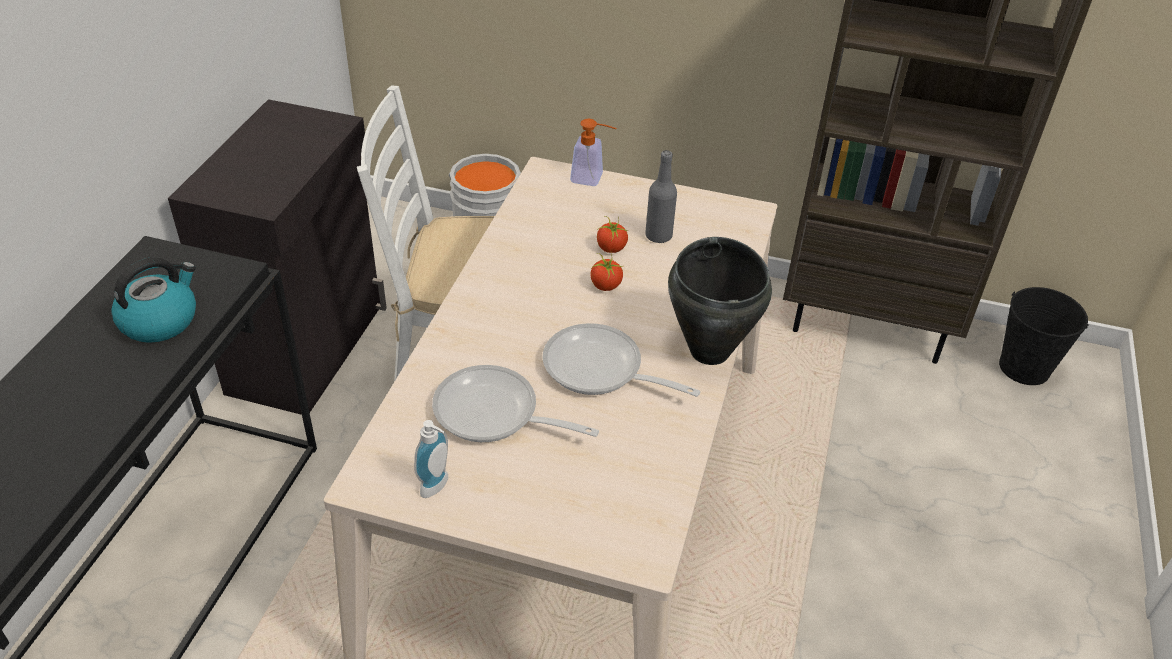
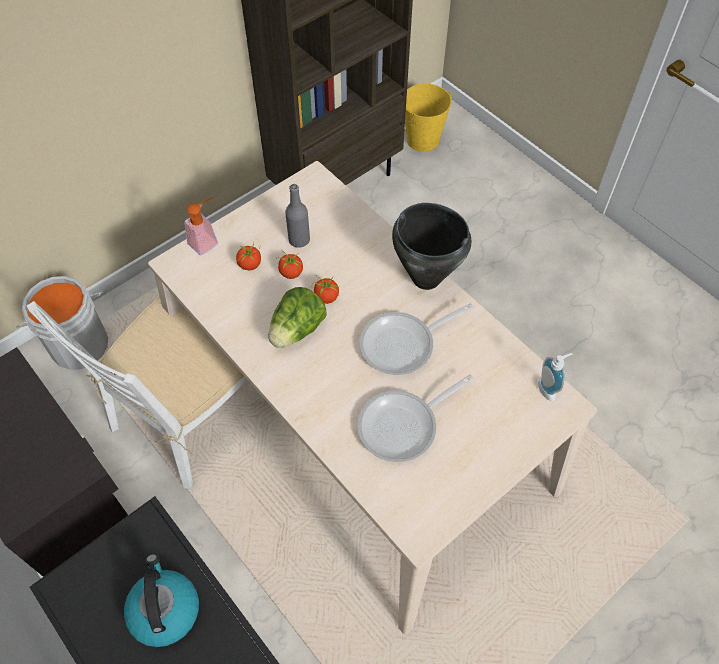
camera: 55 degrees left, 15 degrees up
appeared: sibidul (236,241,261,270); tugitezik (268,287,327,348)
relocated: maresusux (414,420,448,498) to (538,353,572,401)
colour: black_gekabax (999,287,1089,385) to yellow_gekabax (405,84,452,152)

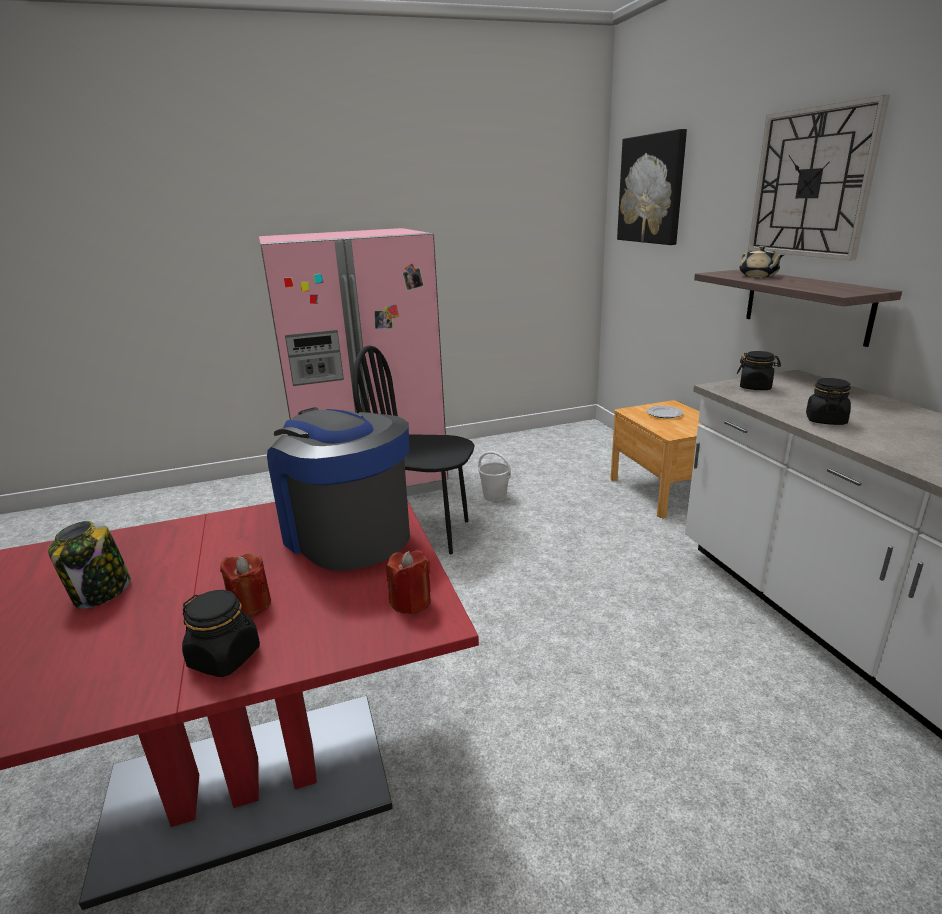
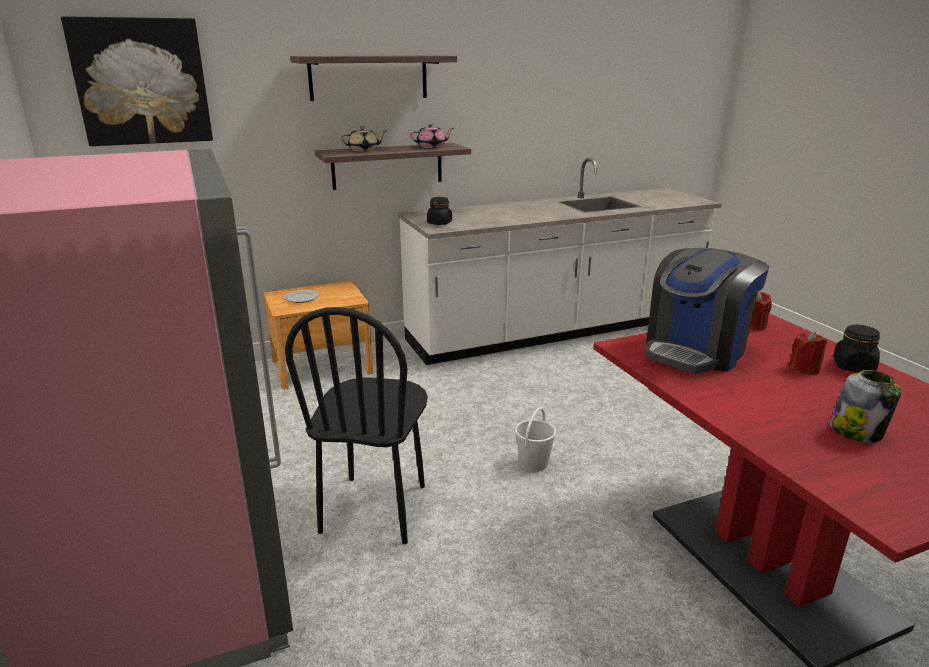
camera: 95 degrees left, 0 degrees up
missing: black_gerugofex (806,378,851,425)
appeared: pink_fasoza (410,124,453,148)
relocated: white_gekabax (478,451,511,502) to (515,407,556,472)
exchanged: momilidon (748,95,890,261) to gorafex (290,55,457,101)

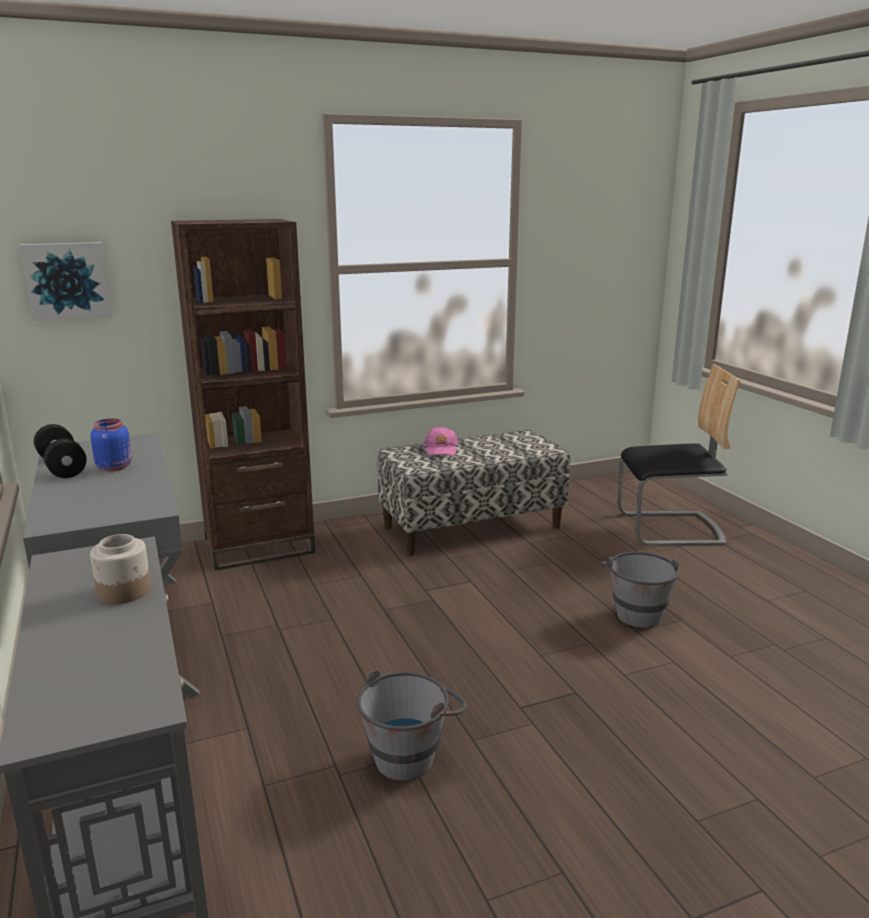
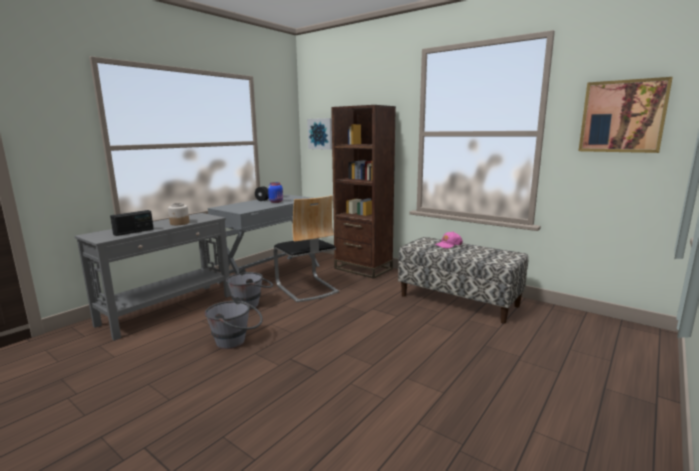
camera: 60 degrees right, 5 degrees down
appeared: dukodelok (110,210,154,236); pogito (579,77,673,153)
relocated: grey_gekabax (600,552,679,628) to (226,269,273,310); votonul (618,364,740,546) to (274,195,339,302)

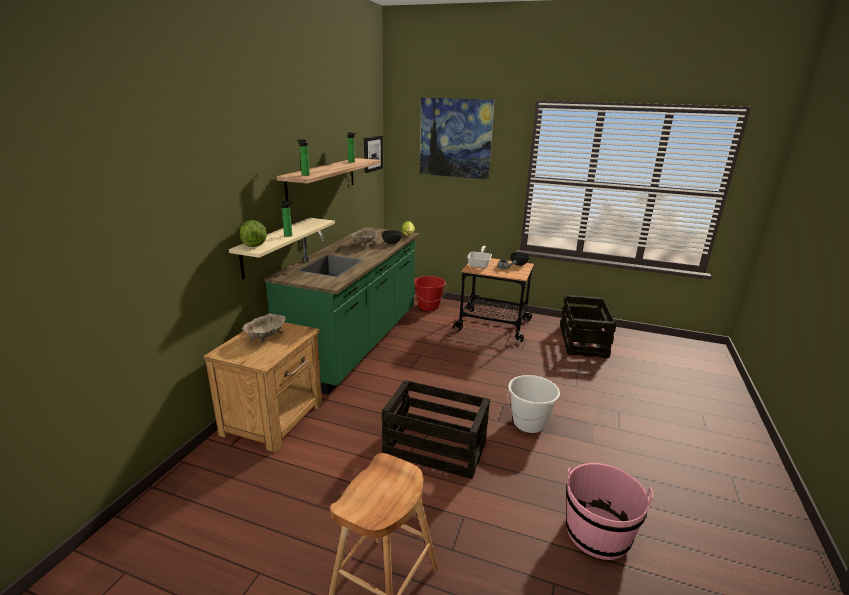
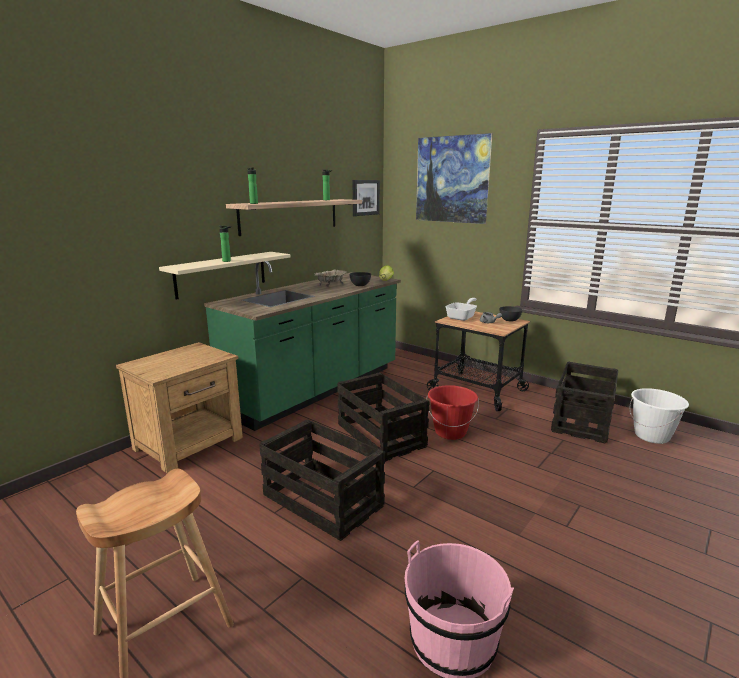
camera: 20 degrees right, 5 degrees down
missing: tugitezik (240,220,267,247); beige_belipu (242,314,286,343)
appeared: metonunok (337,372,430,462)
relocated: red_gekabax (414,276,446,311) to (428,385,479,440); white_gekabax (507,375,560,433) to (629,388,689,444)

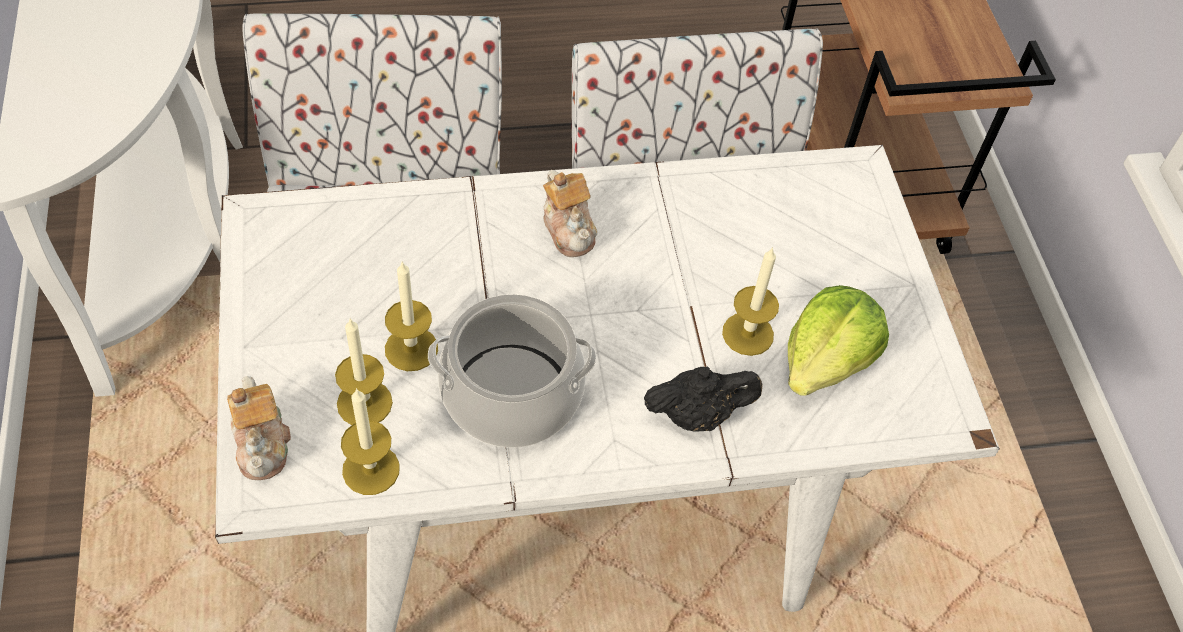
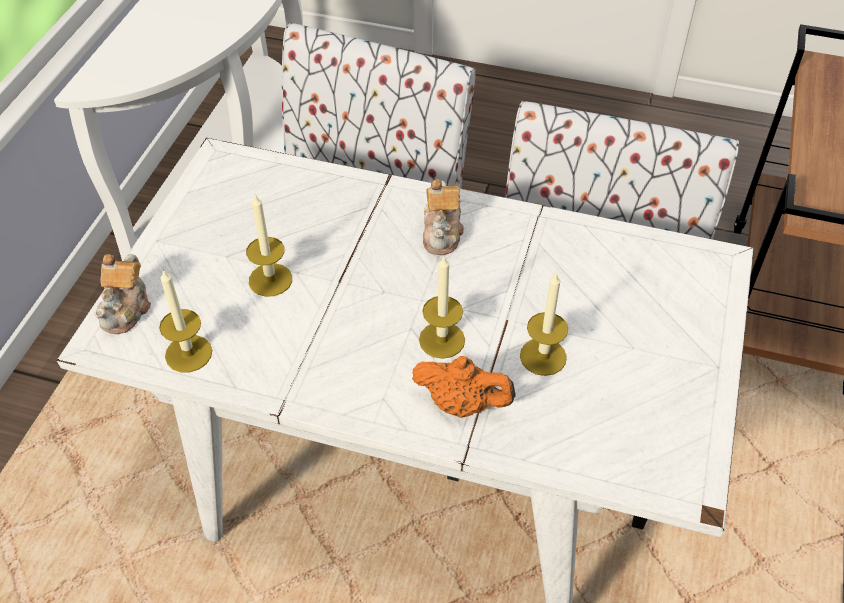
camera: 30 degrees right, 5 degrees down
missing: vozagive (428,294,596,448); tugitezik (788,285,889,395)
relocated: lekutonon (335,318,393,425) to (419,255,465,359)
colour: black_fasoza (644,367,763,432) to orange_fasoza (412,356,516,418)

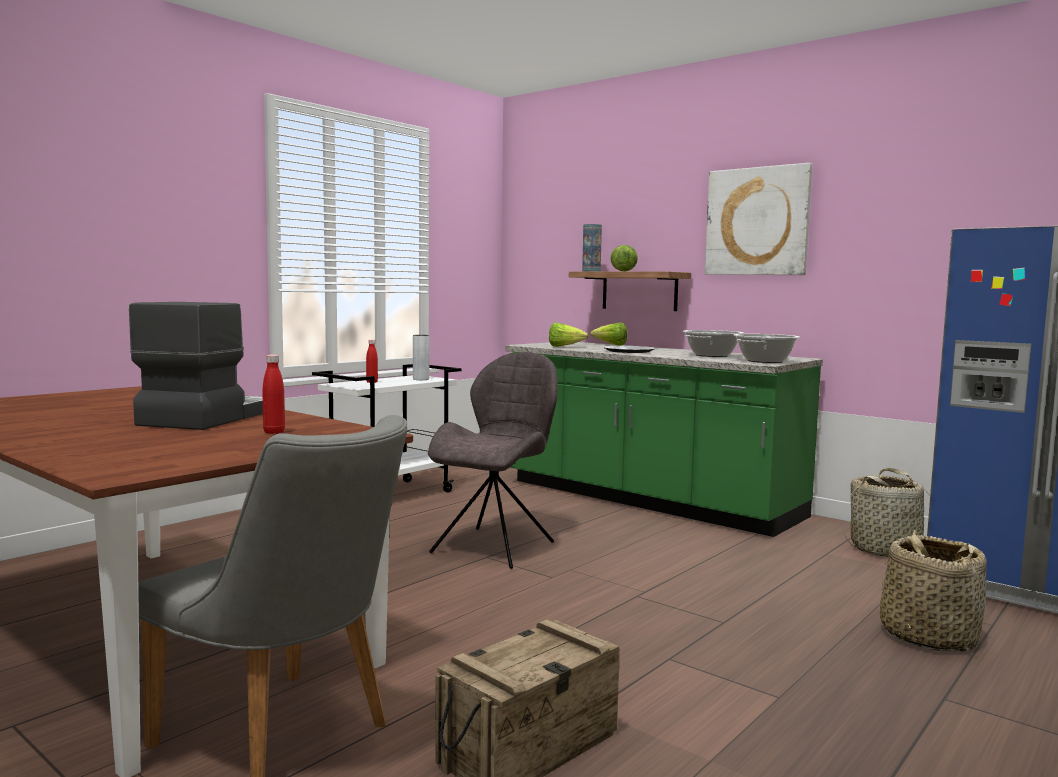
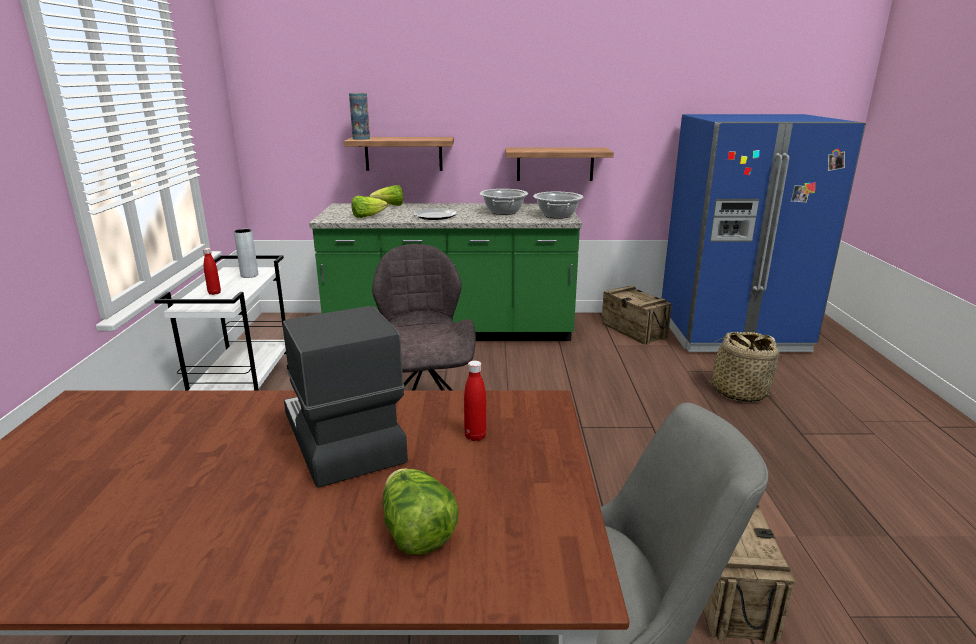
camera: 40 degrees left, 15 degrees up
missing: pogito (705,163,812,275)
appeared: gorafex (505,148,614,181)
relocated: tugitezik (611,245,638,271) to (383,468,459,555)
exchanged: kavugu (844,468,929,557) to metonunok (601,286,672,344)

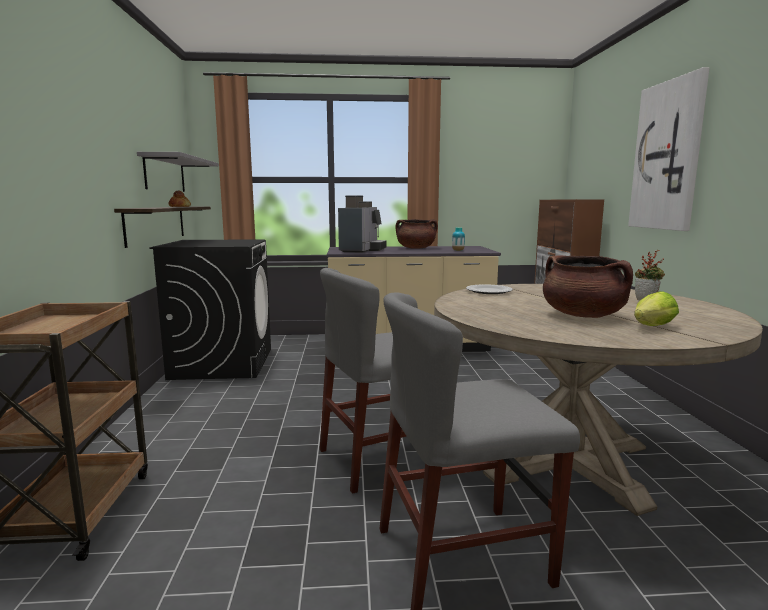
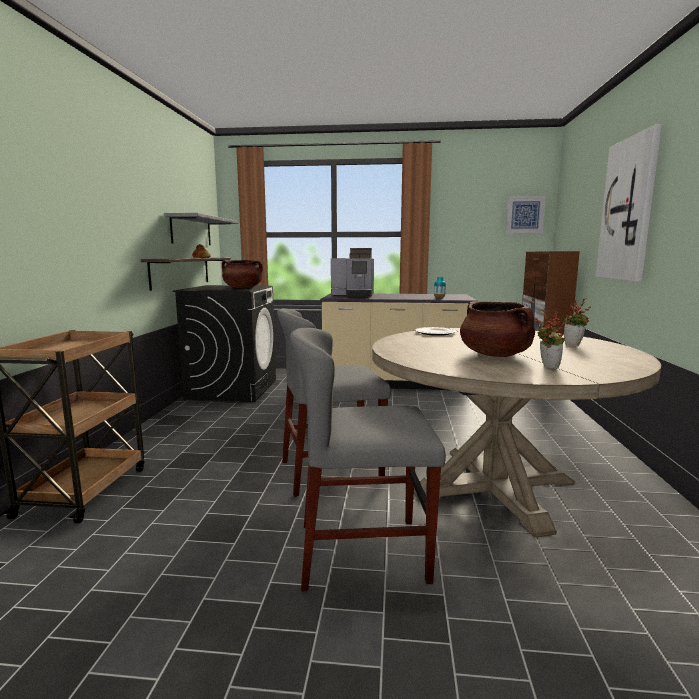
camera: 10 degrees right, 0 degrees up
appeared: pogito (505,196,546,234)
relocated: brown_vozagive (396,219,438,249) to (222,260,263,288)
exchanged: tugitezik (634,291,679,326) to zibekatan (536,310,565,369)
spun: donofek (338,195,387,253) = (331,248,374,298) 75 degrees clockwise

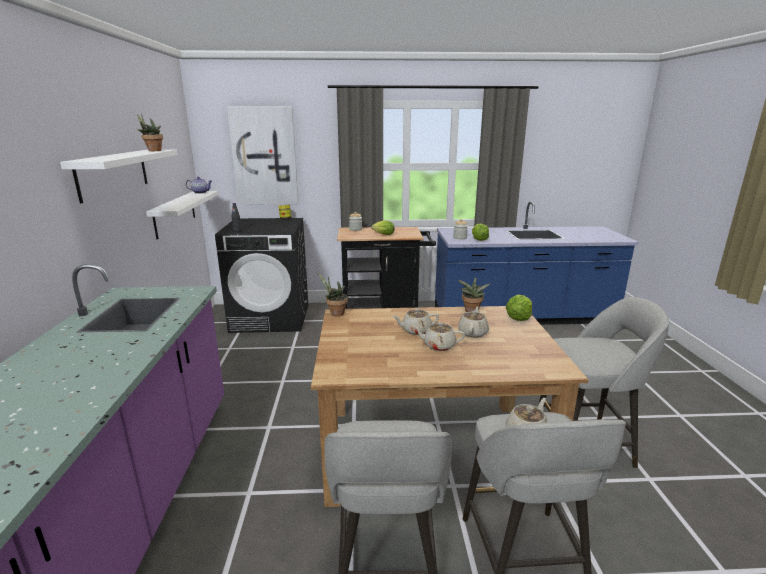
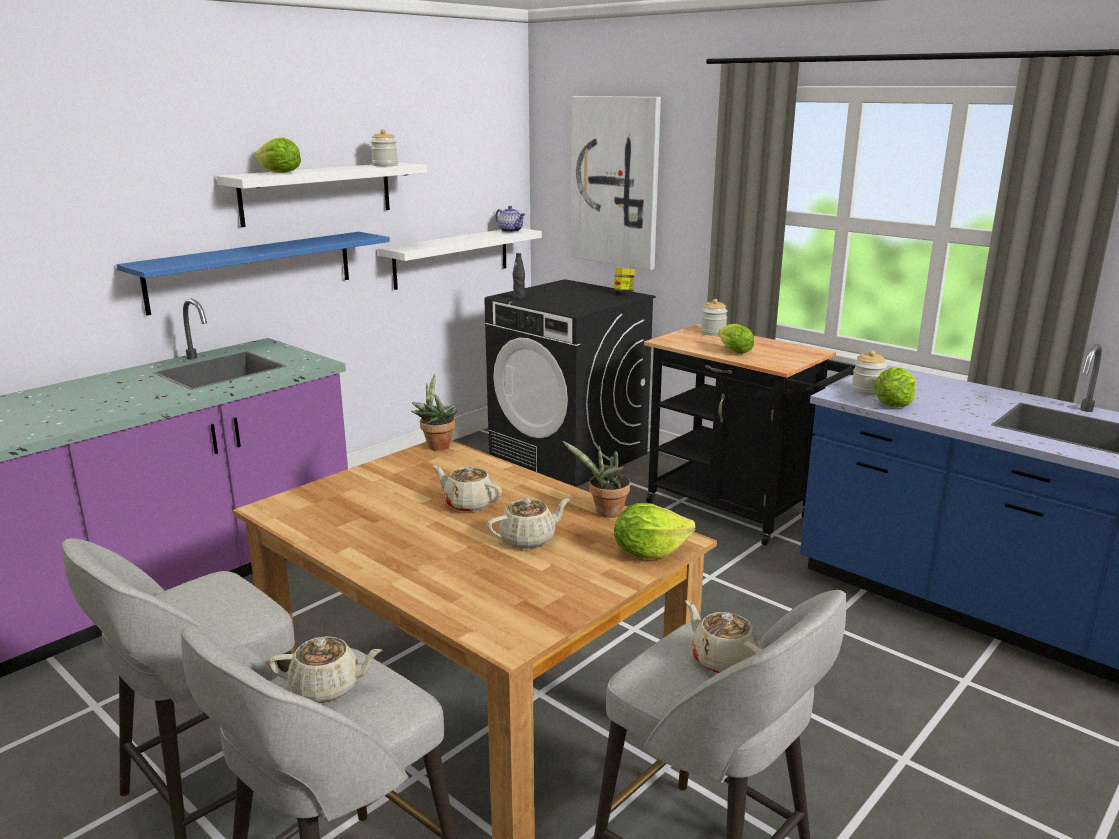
camera: 45 degrees right, 0 degrees up
appeared: blue_gorafex (117,232,390,315); tugitezik (254,138,301,173)
relocated: beige_fasoza (413,322,465,351) to (685,600,761,673)
exchanged: zibekatan (137,114,163,151) to gerugofex (371,129,398,166)

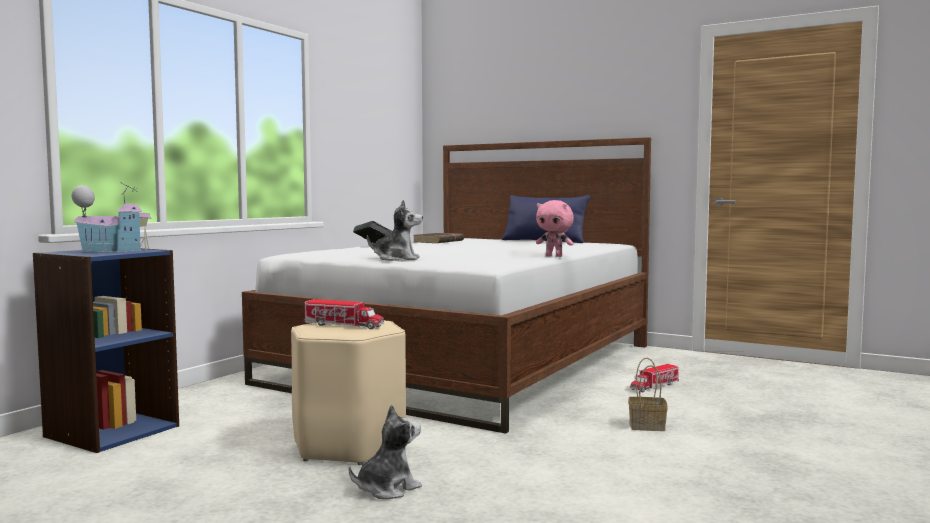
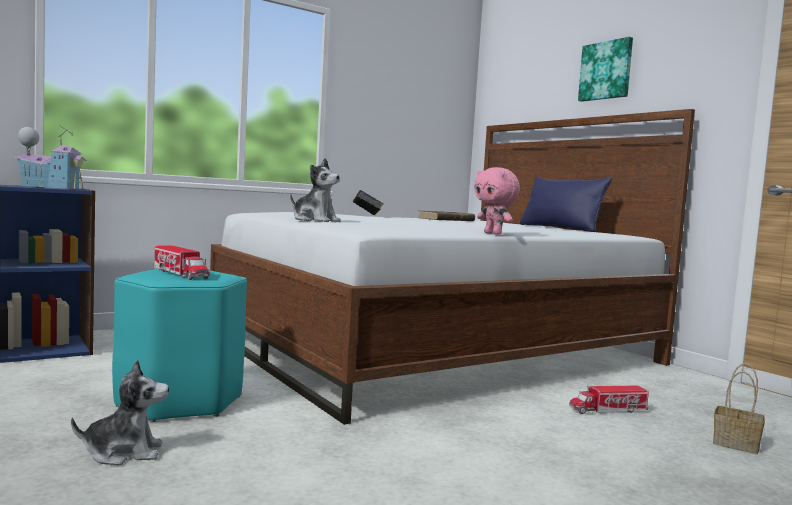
camera: 25 degrees right, 0 degrees up
appeared: pogito (578,37,633,102)
relocated: kavugu (629,358,668,431) to (713,363,765,454)
colour: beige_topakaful (291,320,406,465) to turquoise_topakaful (112,269,247,422)

